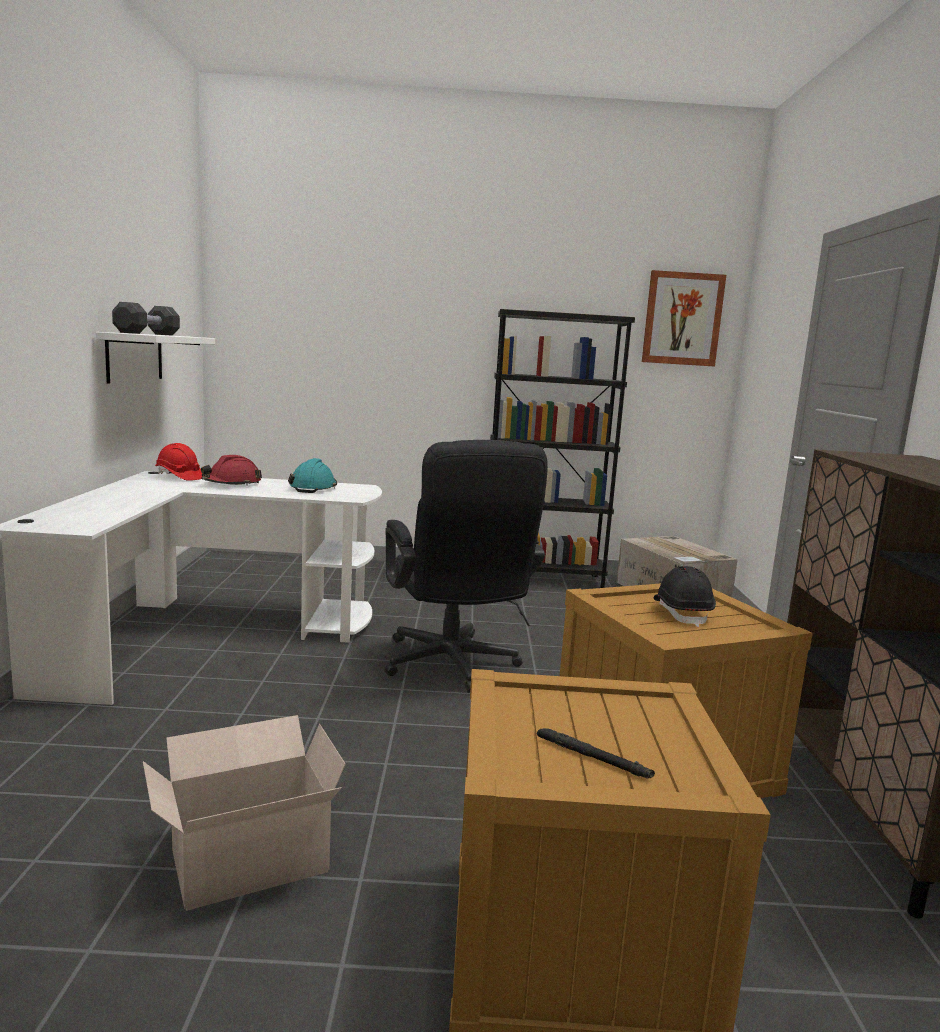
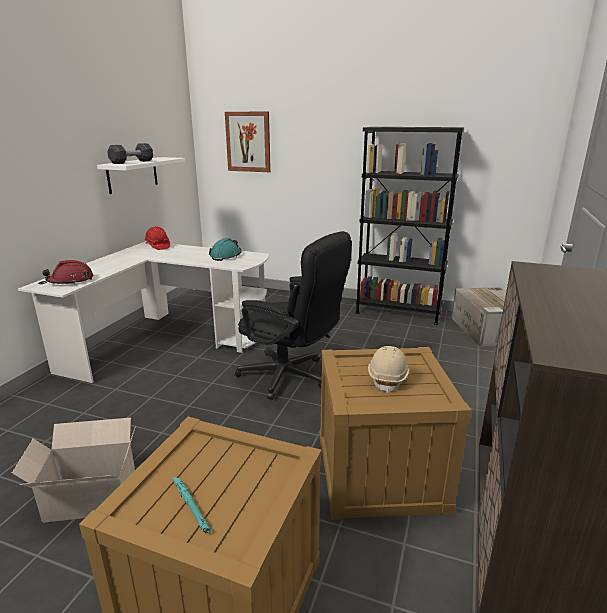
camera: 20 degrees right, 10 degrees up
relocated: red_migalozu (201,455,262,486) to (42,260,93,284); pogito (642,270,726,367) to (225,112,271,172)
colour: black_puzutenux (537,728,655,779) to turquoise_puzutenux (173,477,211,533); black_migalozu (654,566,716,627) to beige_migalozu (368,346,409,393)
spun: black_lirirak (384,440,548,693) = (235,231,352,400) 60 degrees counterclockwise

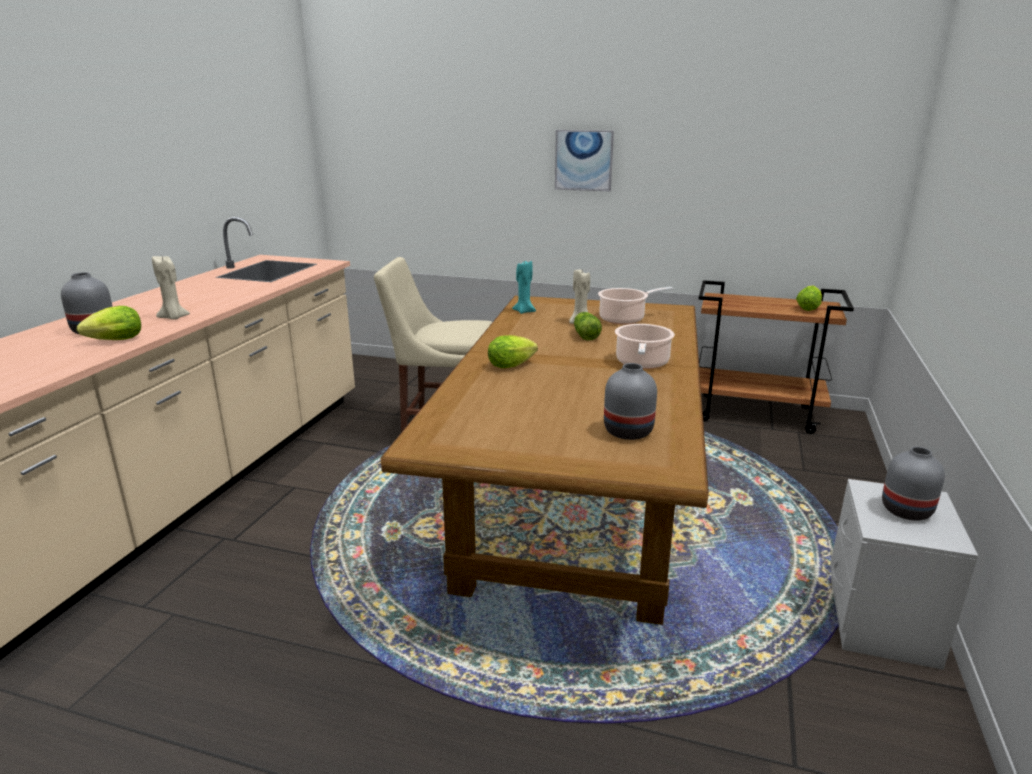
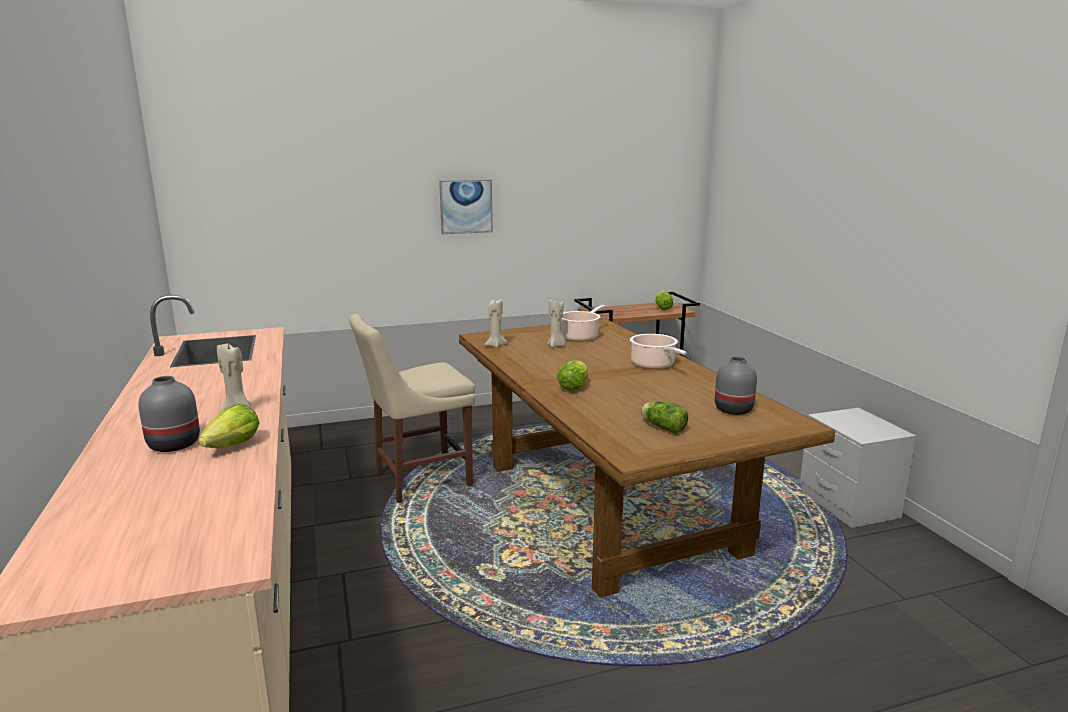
camera: 35 degrees left, 5 degrees down
missing: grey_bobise (882,447,945,521)
relocated: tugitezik (574,312,602,341) to (641,401,688,433)
colour: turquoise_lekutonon (512,261,536,314) to beige_lekutonon (485,299,508,348)

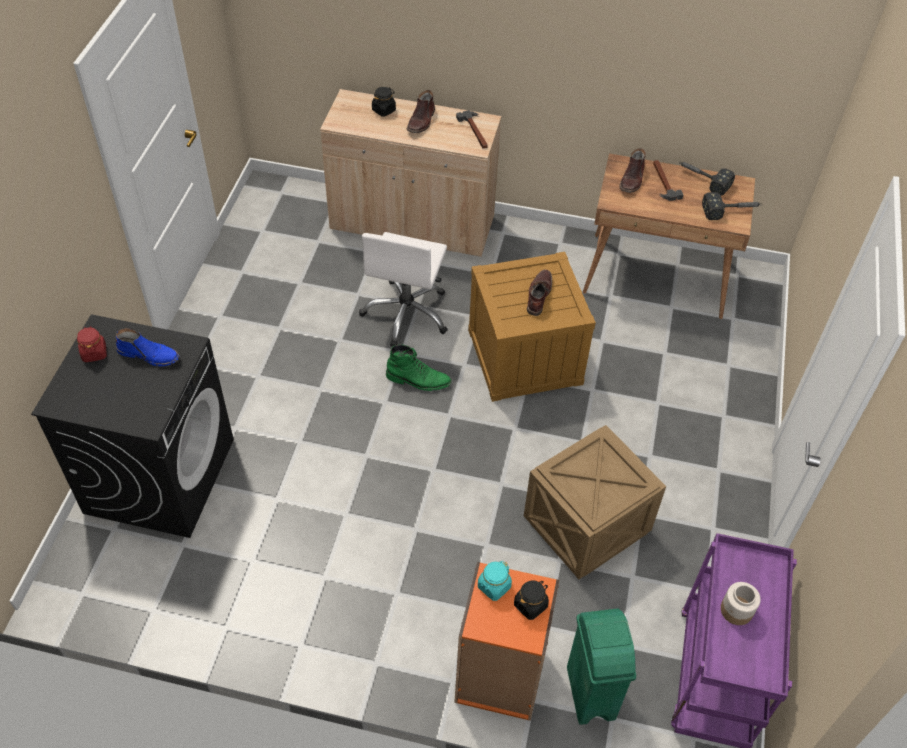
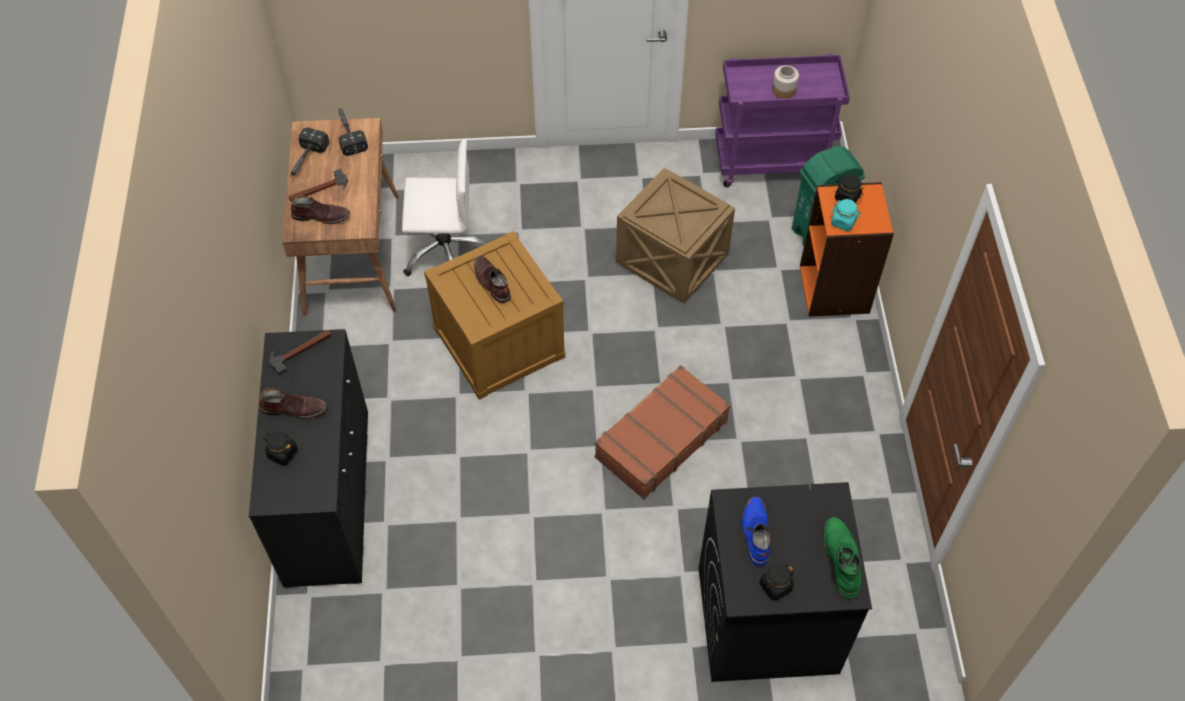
camera: 105 degrees left, 5 degrees up
appeared: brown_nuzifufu (595,365,731,499)
relocated: white_lirirak (359,232,448,347) to (402,139,487,276); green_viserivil (386,345,452,391) to (824,517,861,599)
colour: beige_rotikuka (320,89,501,257) to black_rotikuka (249,329,368,588); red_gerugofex (77,326,107,362) to black_gerugofex (760,564,794,601)
spun: brown_viserivil (527,269,552,316) = (474,256,511,303) 60 degrees clockwise

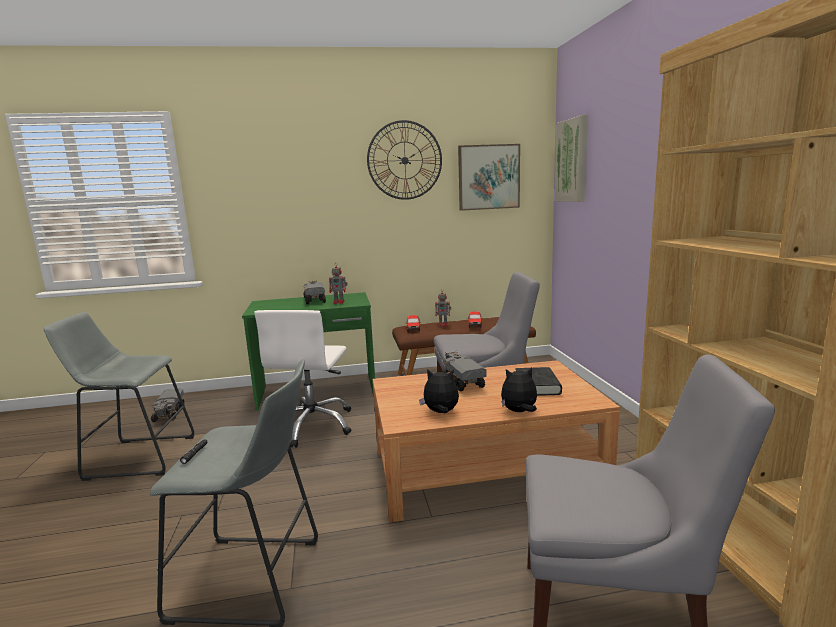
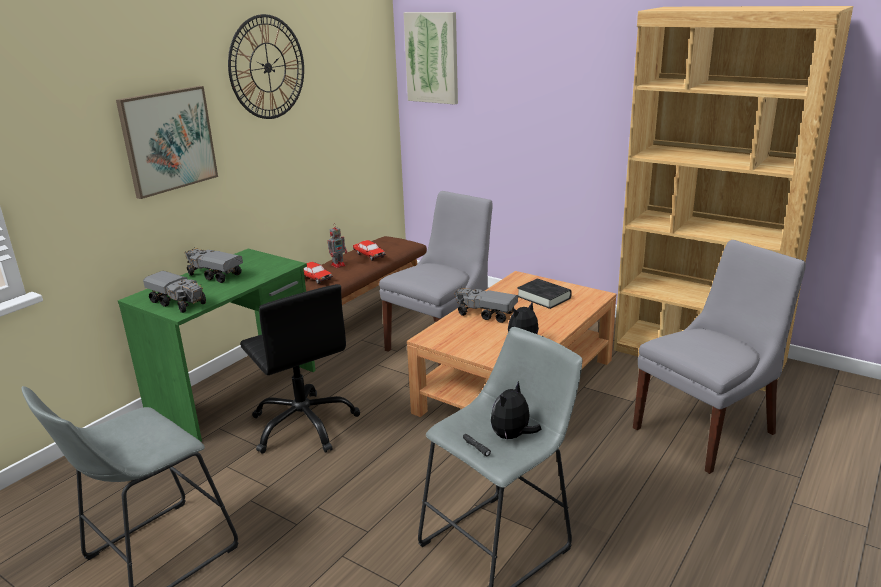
camera: 45 degrees left, 10 degrees up
missing: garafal (329,266,348,304)
relocated: pogito (458,144,520,211) to (116,86,218,199); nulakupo (151,388,185,422) to (143,271,206,313); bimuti (501,367,537,412) to (491,381,541,441)
colour: white_lirirak (254,310,351,448) to black_lirirak (240,284,360,454)

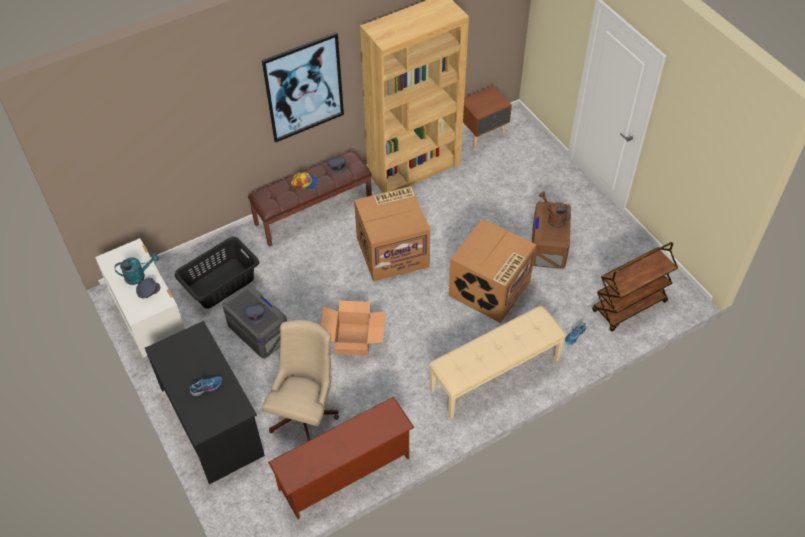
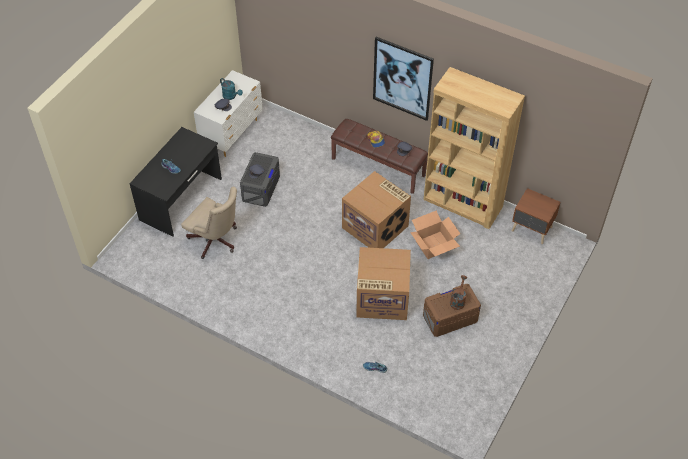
camera: 60 degrees right, 0 degrees up
missing: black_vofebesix (175,237,259,309); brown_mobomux (268,397,414,519); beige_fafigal (429,306,566,419); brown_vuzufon (592,242,678,331)
relocated: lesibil (321,301,386,356) to (410,211,460,259)
spun: beige_lirirak (262,319,339,441) = (181,187,237,259) 45 degrees clockwise

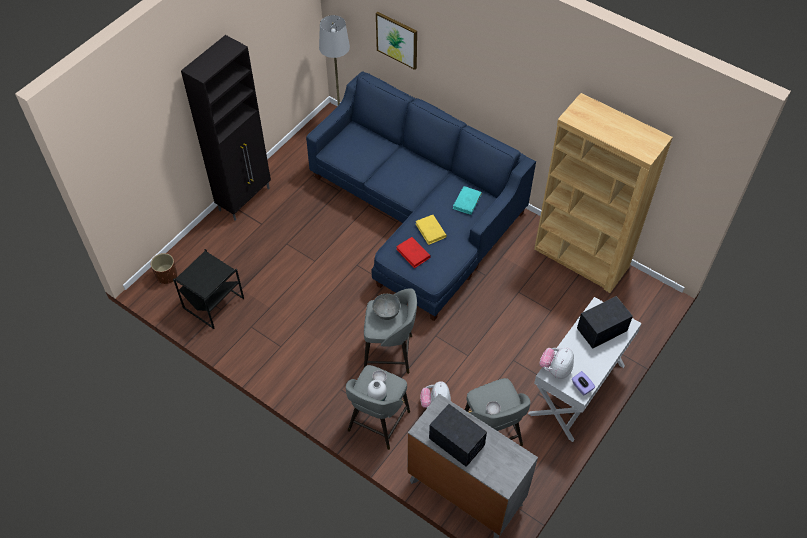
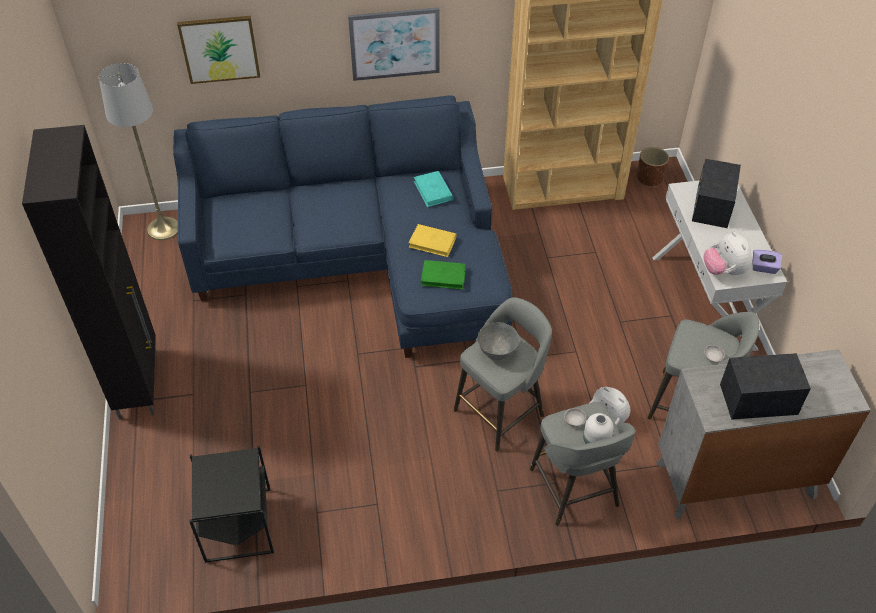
camera: 45 degrees left, 5 degrees down
appeared: pogito (348,7,440,81)
relocated: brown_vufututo (151,253,177,284) to (637,147,669,187)
colour: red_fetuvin (396,237,431,268) to green_fetuvin (421,260,466,290)

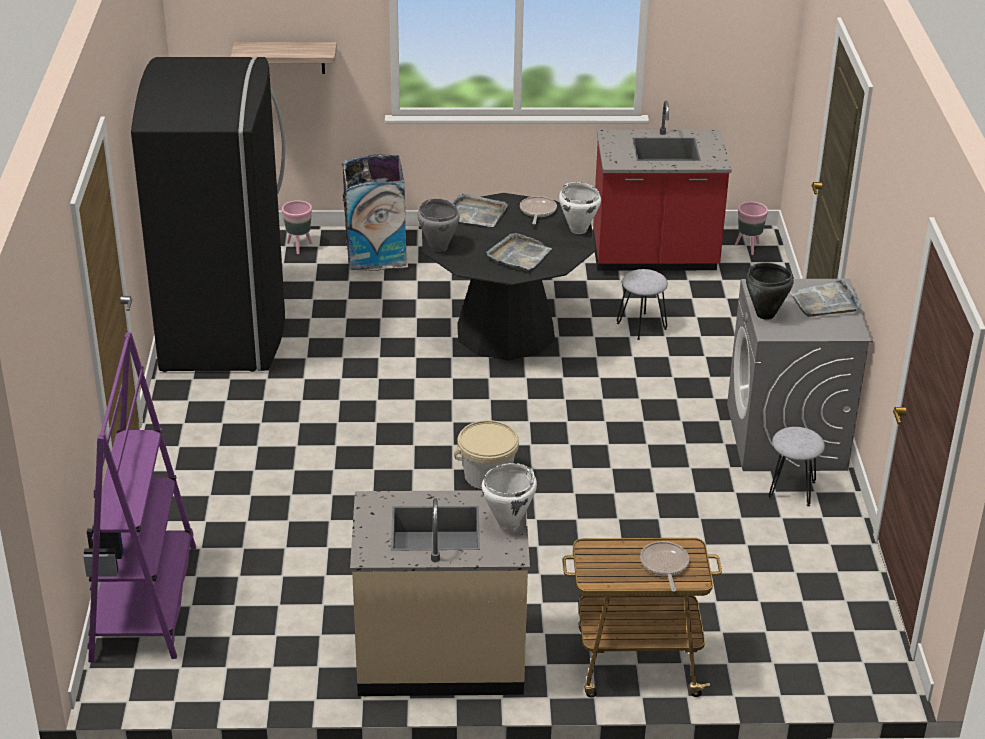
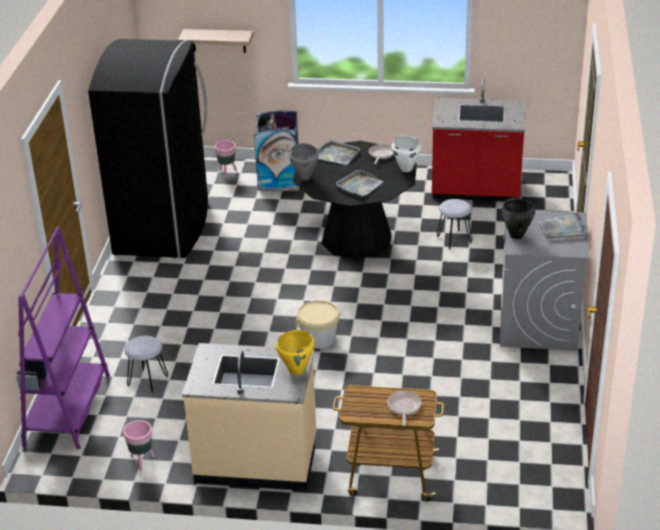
camera: 10 degrees right, 0 degrees up
relocated: pink_vufututo (735,202,768,255) to (123,420,155,471); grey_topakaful (768,427,825,506) to (124,336,168,394)
colour: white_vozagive (481,463,537,529) to yellow_vozagive (276,330,315,375)

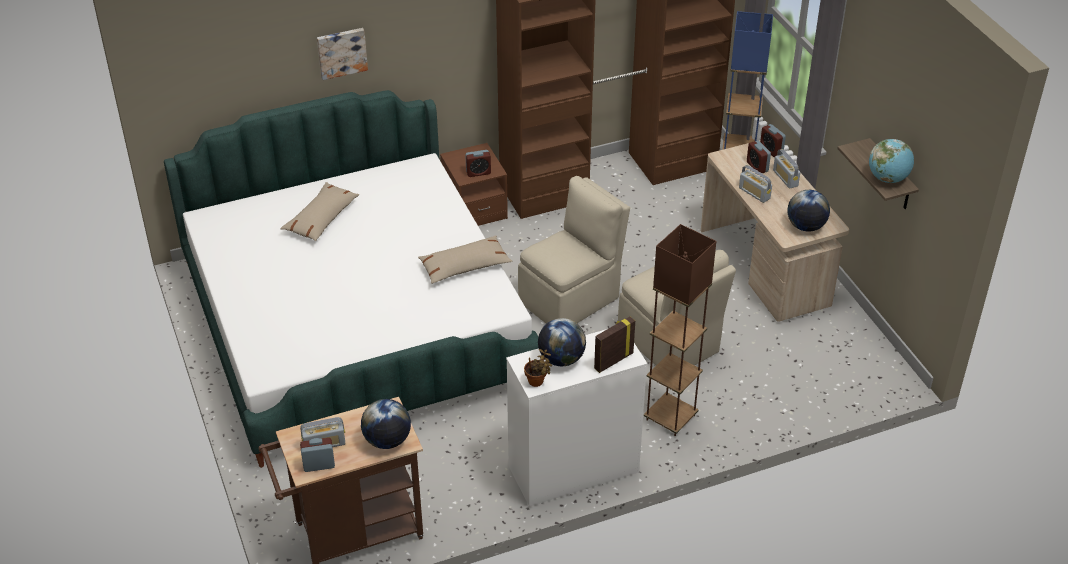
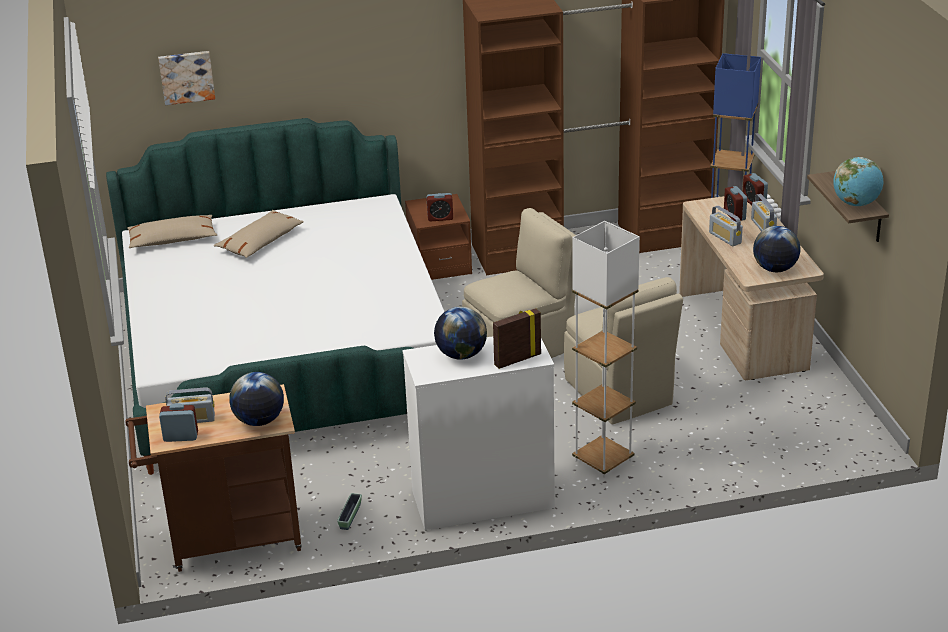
camera: 10 degrees right, 10 degrees down
missing: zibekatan (524,349,552,387)
appeared: vufututo (337,493,362,530)
relocated: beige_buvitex (418,235,513,284) to (127,215,217,248); pogito (317,28,368,80) to (158,51,215,105)
colour: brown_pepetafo (644,224,716,436) to white_pepetafo (572,221,640,478)

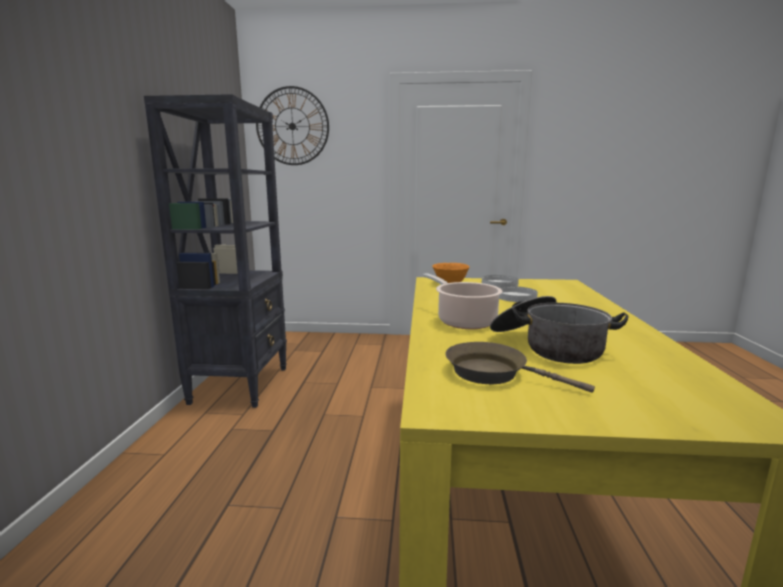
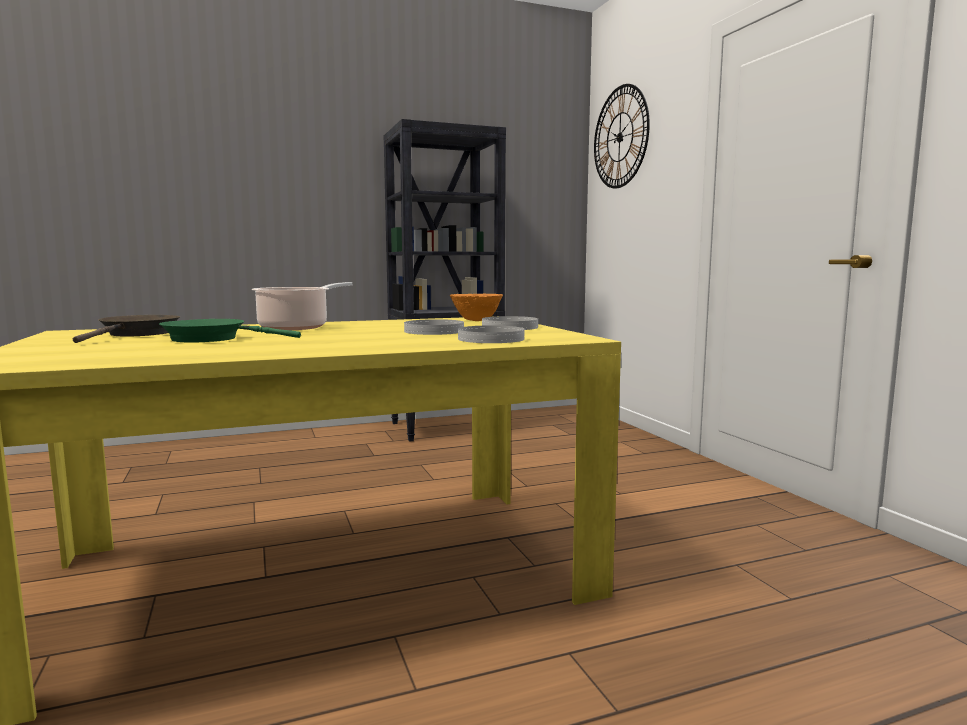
camera: 65 degrees right, 5 degrees down
appeared: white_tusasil (458,325,524,343)
exchanged: vozagive (490,296,629,364) to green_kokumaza (159,319,301,343)

